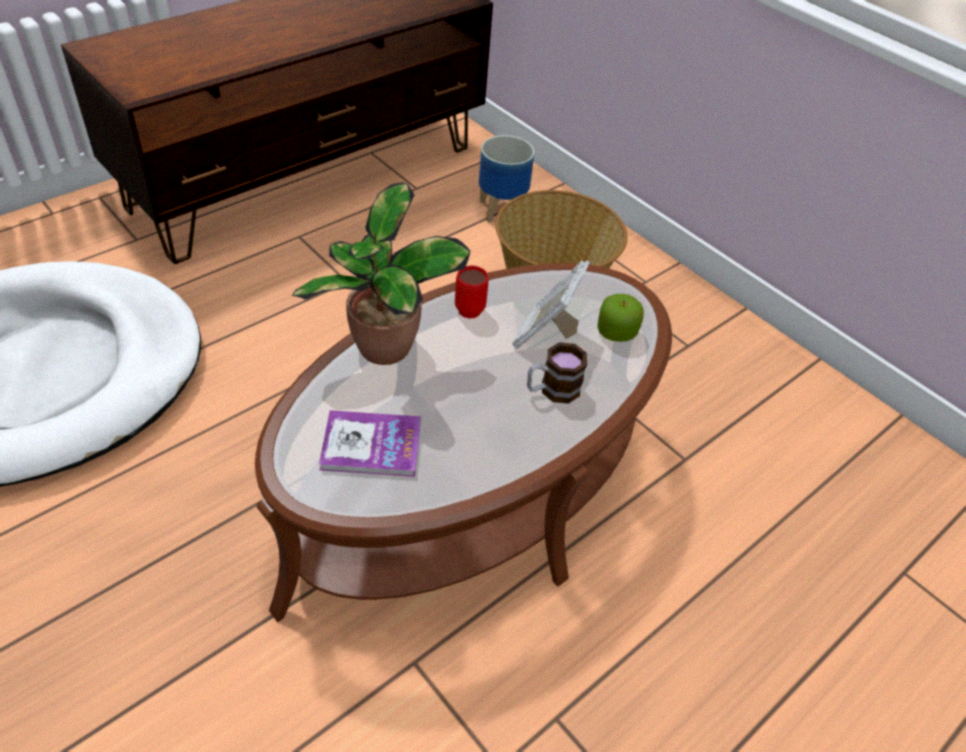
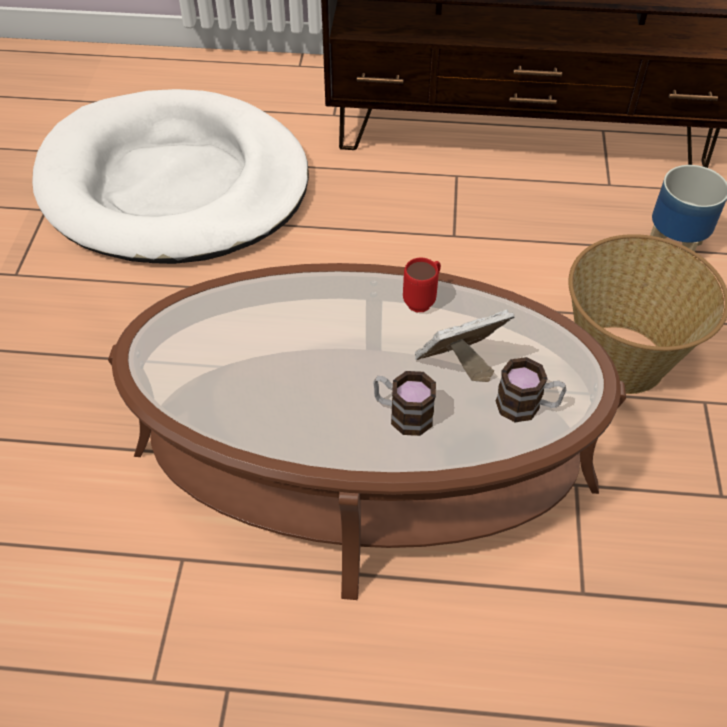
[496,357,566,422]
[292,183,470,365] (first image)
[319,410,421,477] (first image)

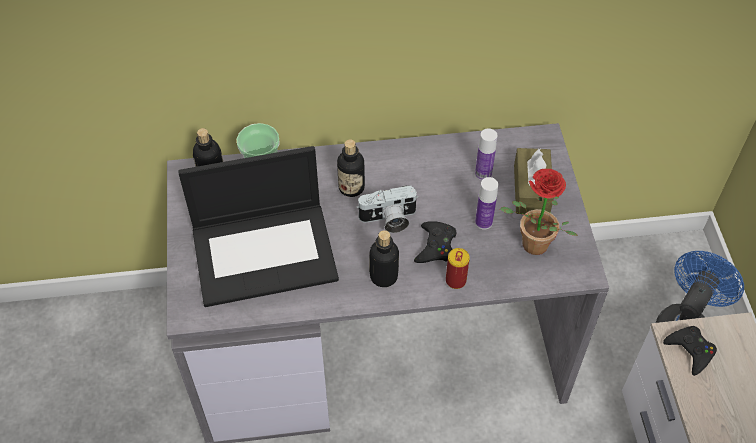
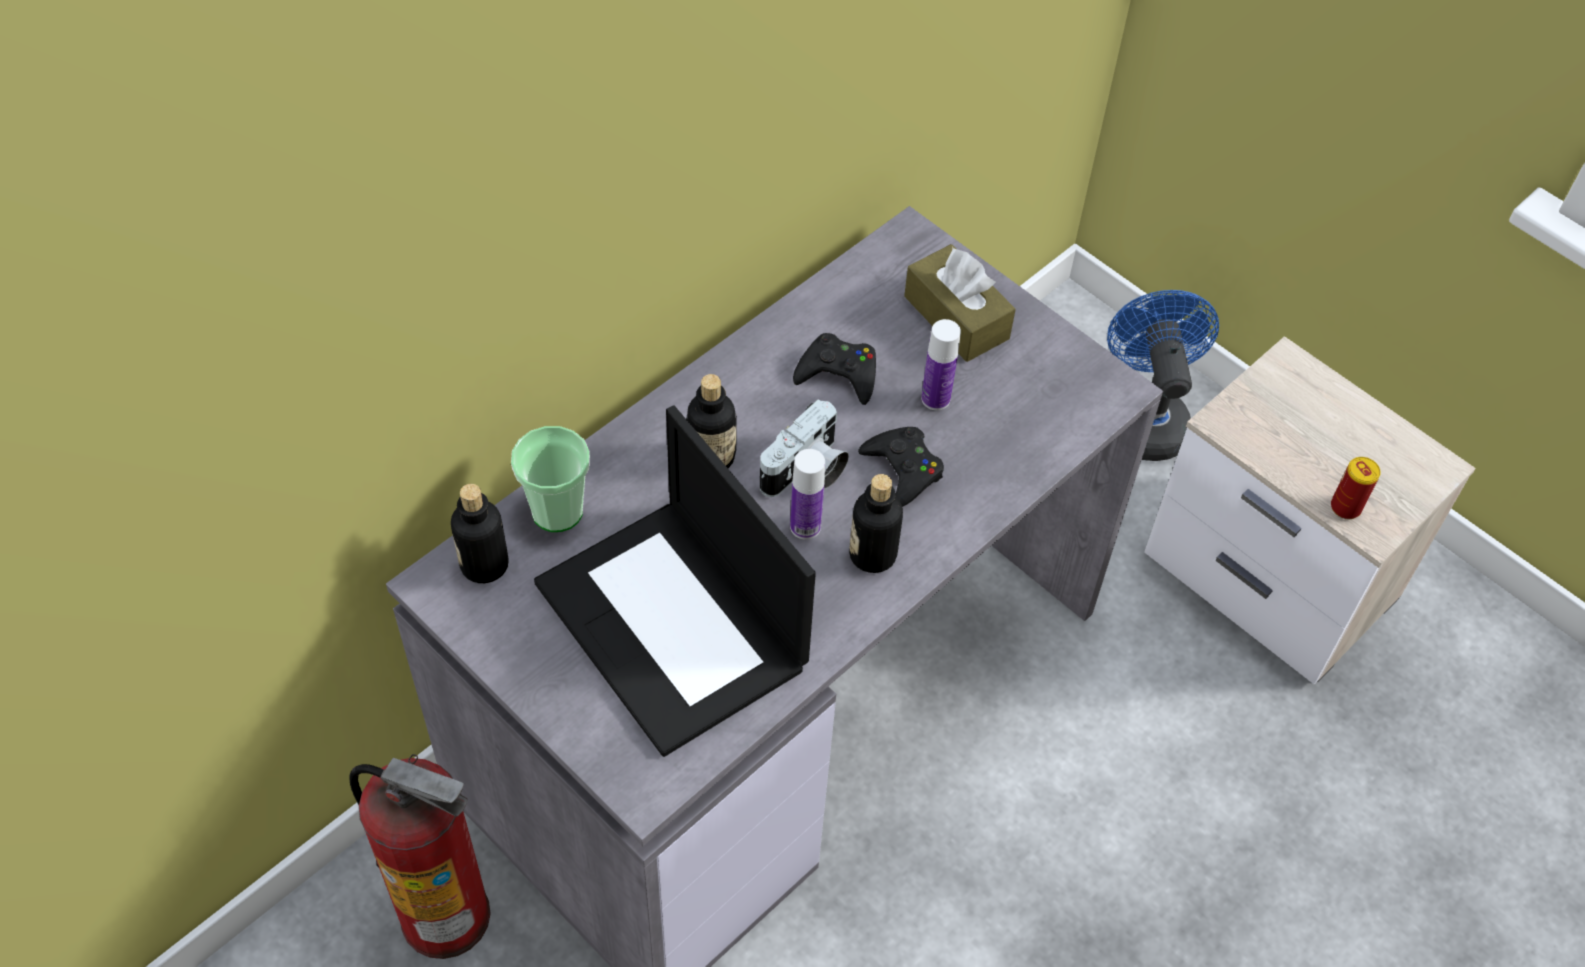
[349,754,491,959]
[534,405,816,757]
[790,449,825,540]
[793,333,876,405]
[1331,457,1381,519]
[500,169,578,255] (first image)

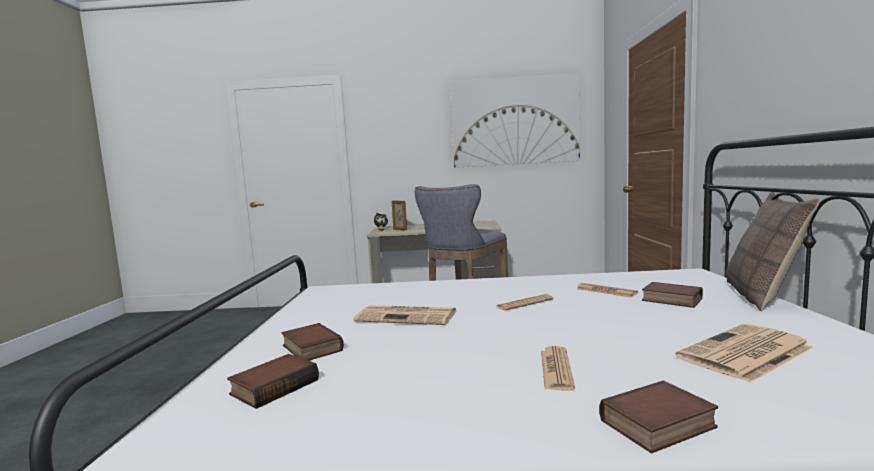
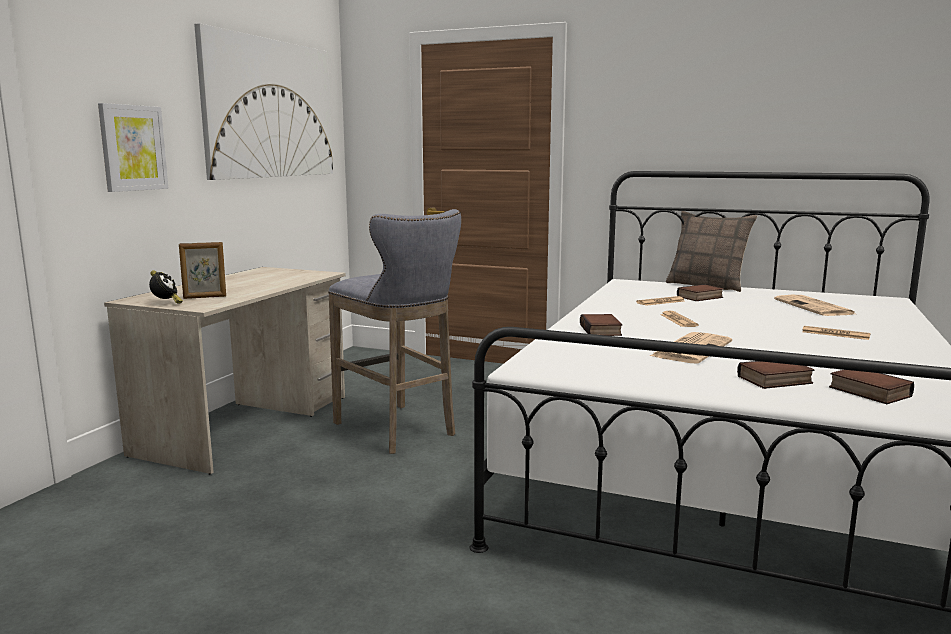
[98,103,168,192]
[580,314,623,336]

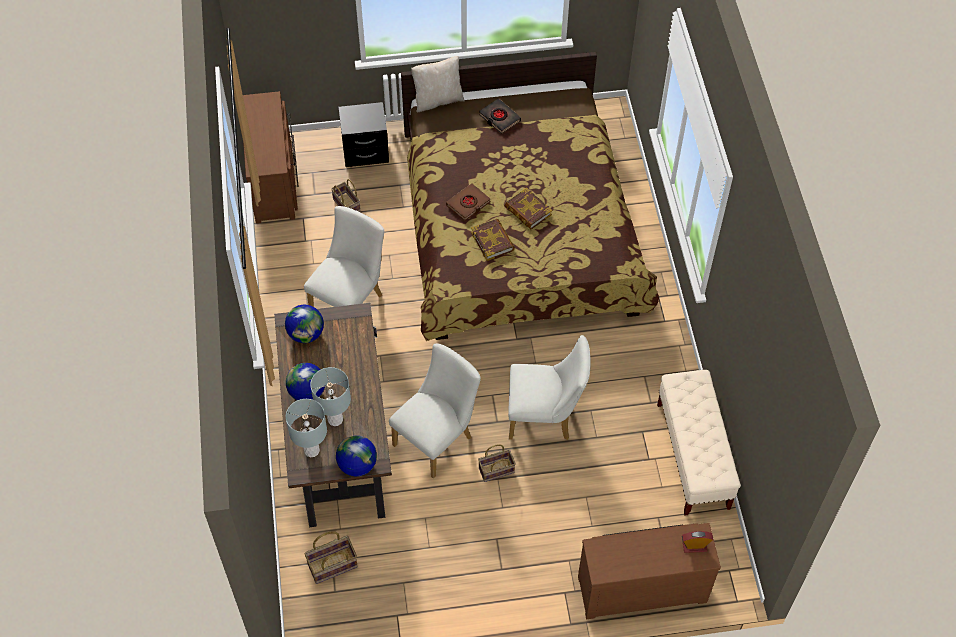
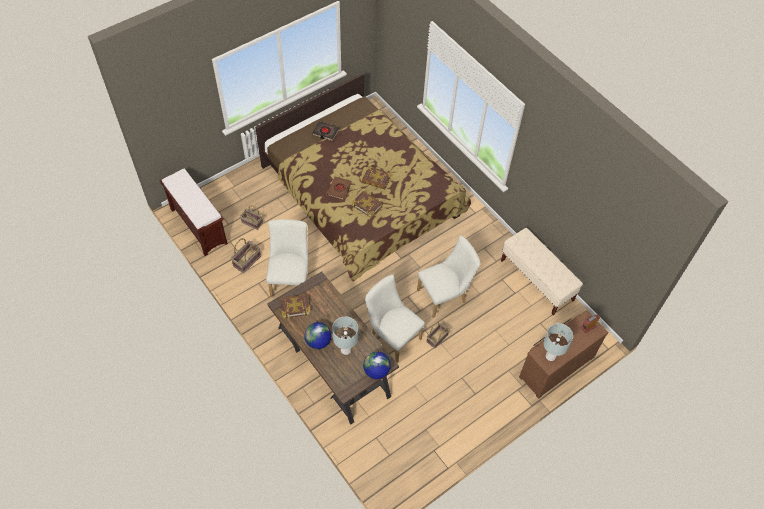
[160,168,228,256]
[231,238,261,274]
[280,294,310,319]
[365,275,425,362]
[544,323,573,361]
[339,102,389,167] (first image)
[411,56,465,112] (first image)

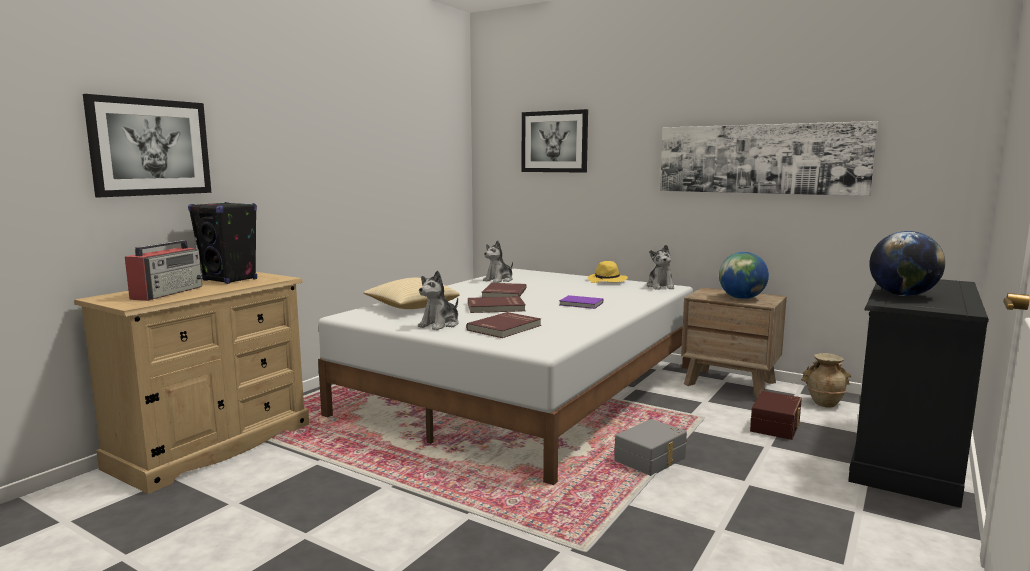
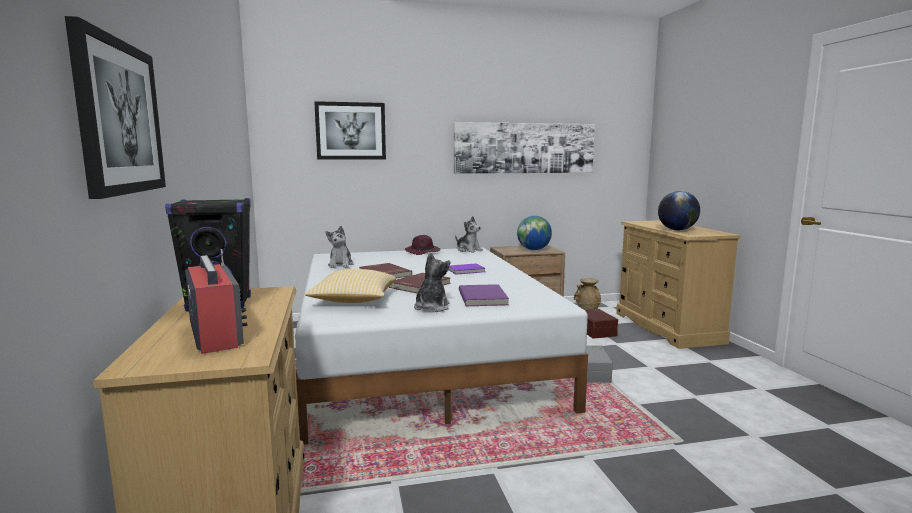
[405,235,441,255]
[414,252,450,312]
[459,284,509,306]
[616,220,741,349]

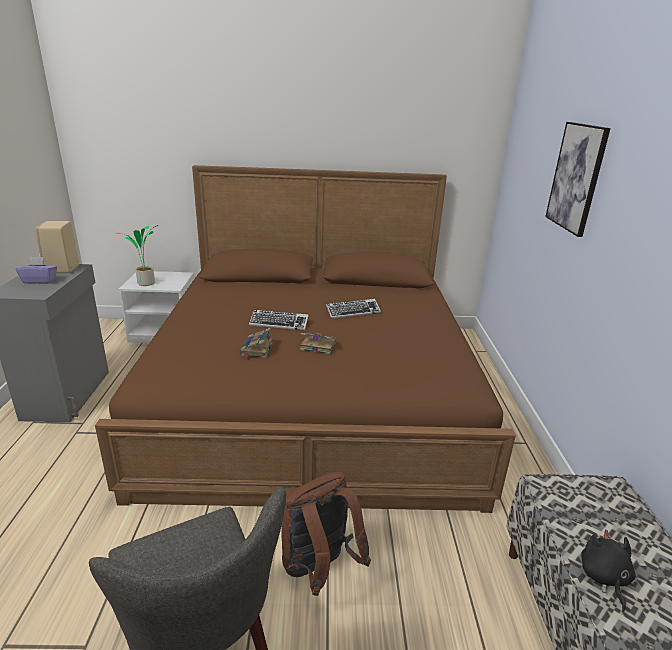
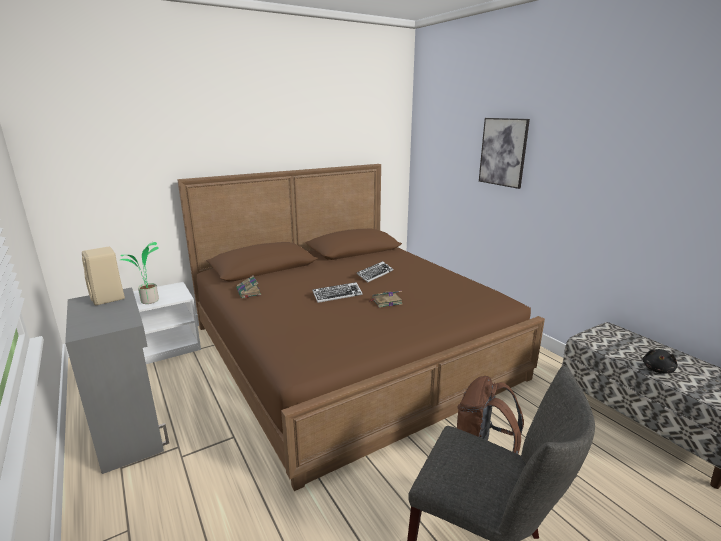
[236,275,261,298]
[642,349,678,373]
[16,257,57,284] (first image)

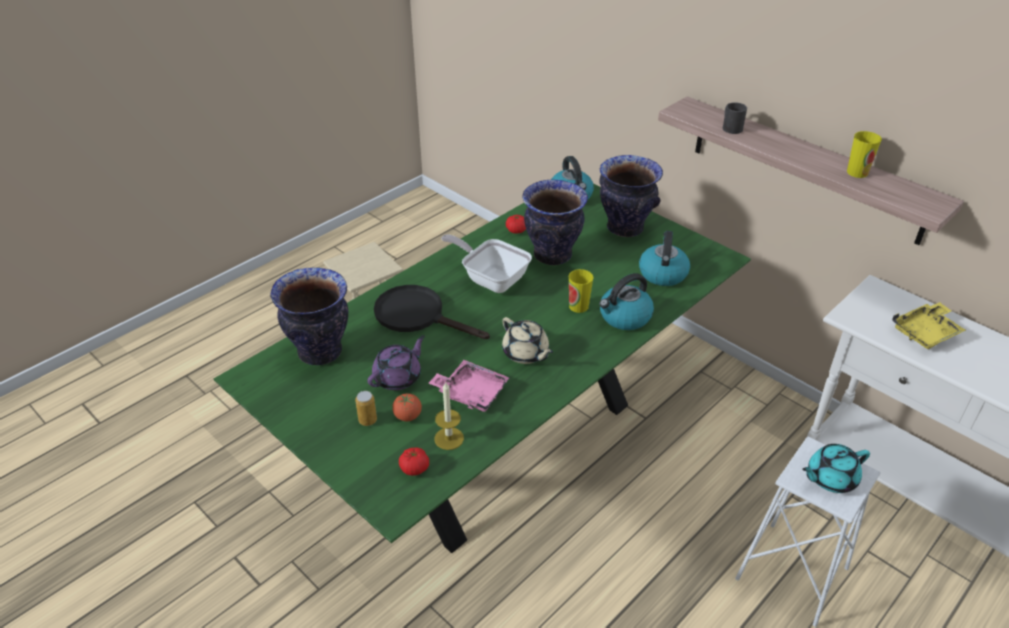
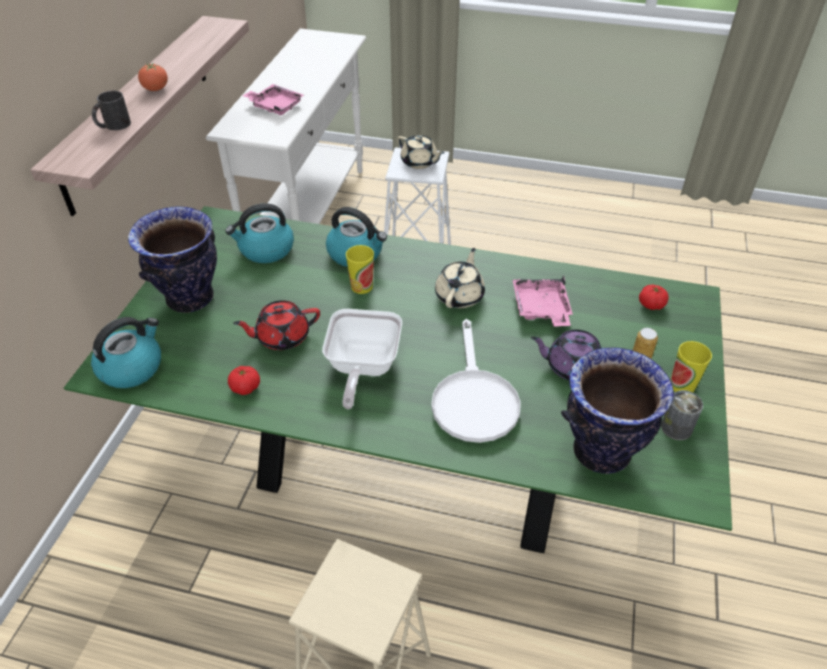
[138,63,168,91]
[233,300,320,350]
[242,84,304,115]
[397,135,445,169]
[431,319,521,443]
[661,390,703,440]
[671,341,712,392]
[434,381,464,450] (first image)

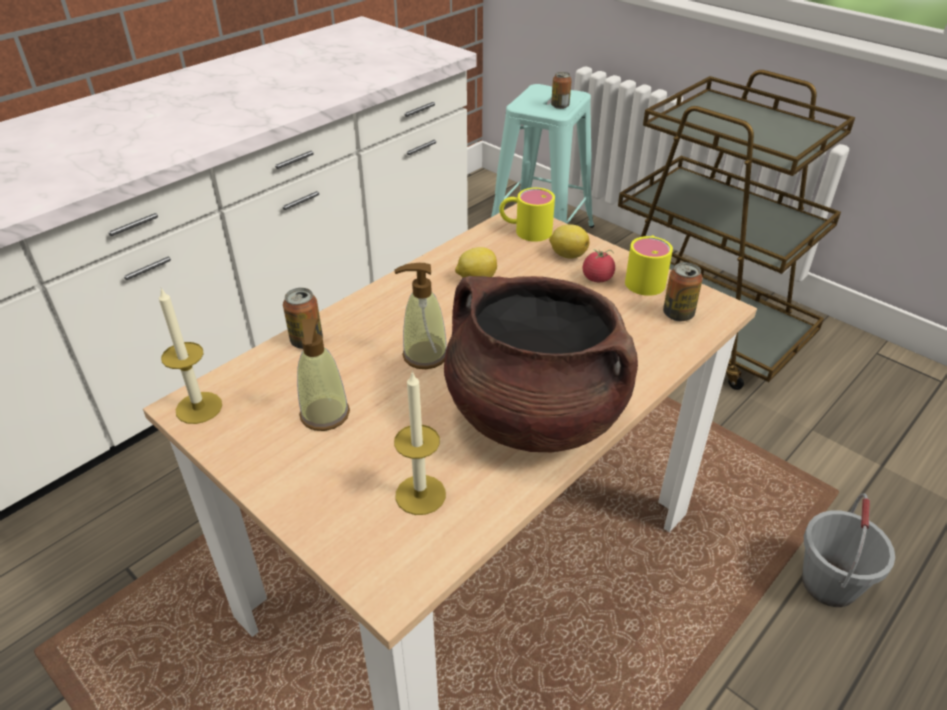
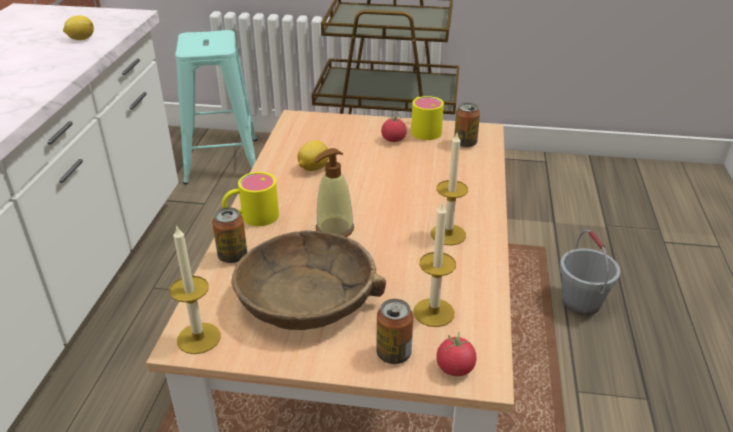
[63,15,94,40]
[222,172,279,226]
[231,231,386,330]
[376,299,413,364]
[431,133,468,245]
[436,331,476,376]

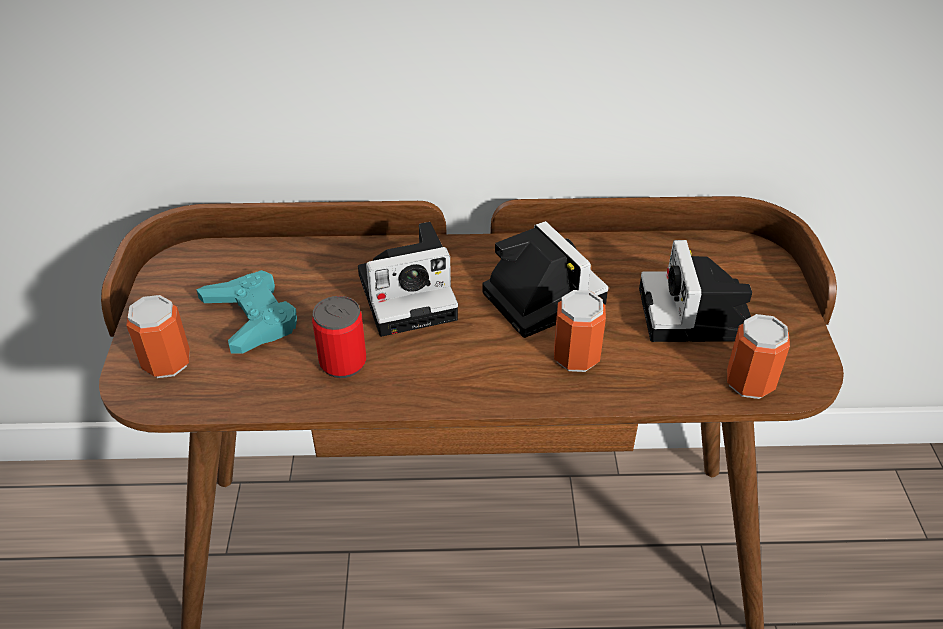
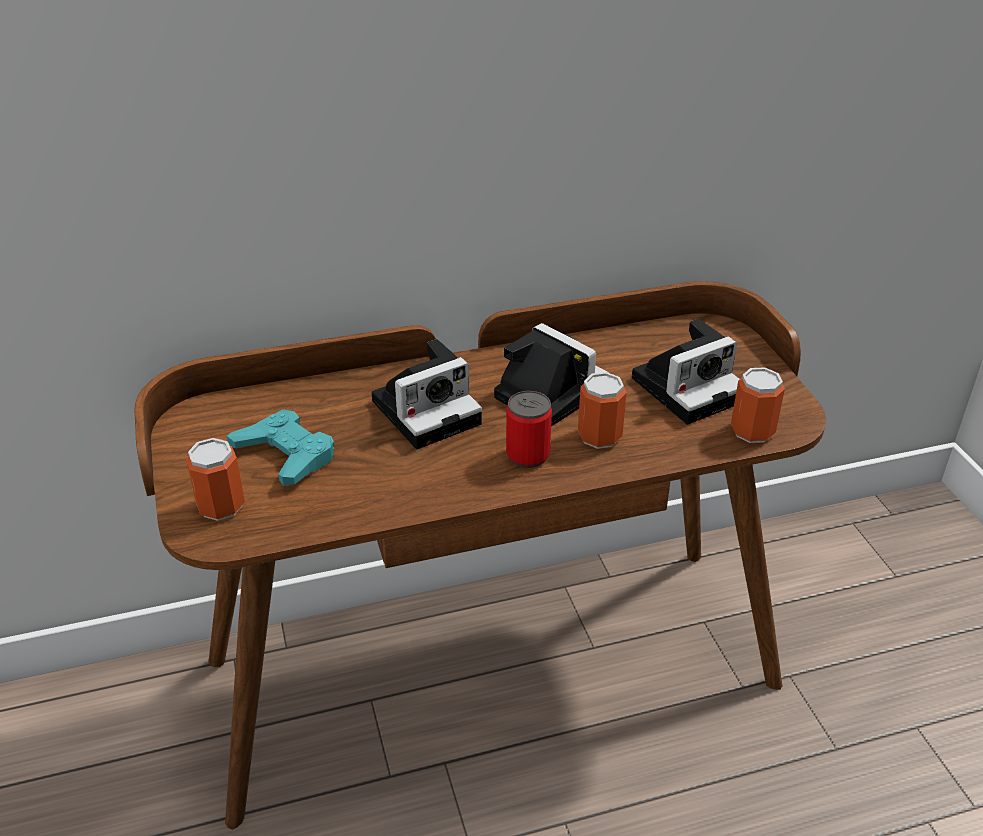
[506,391,552,468]
[632,319,739,425]

